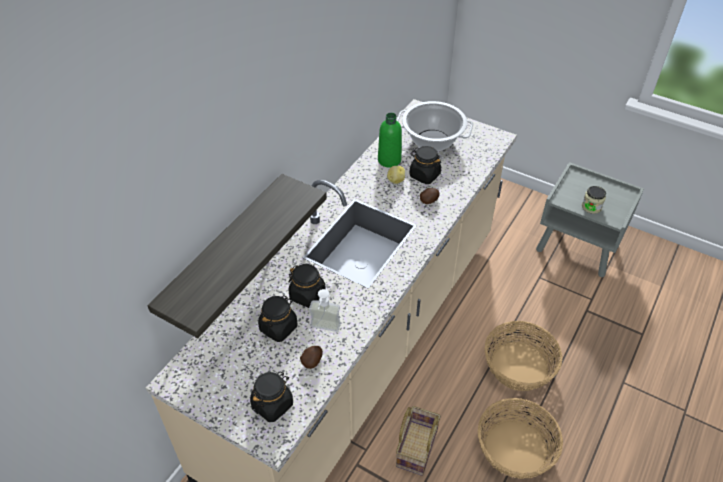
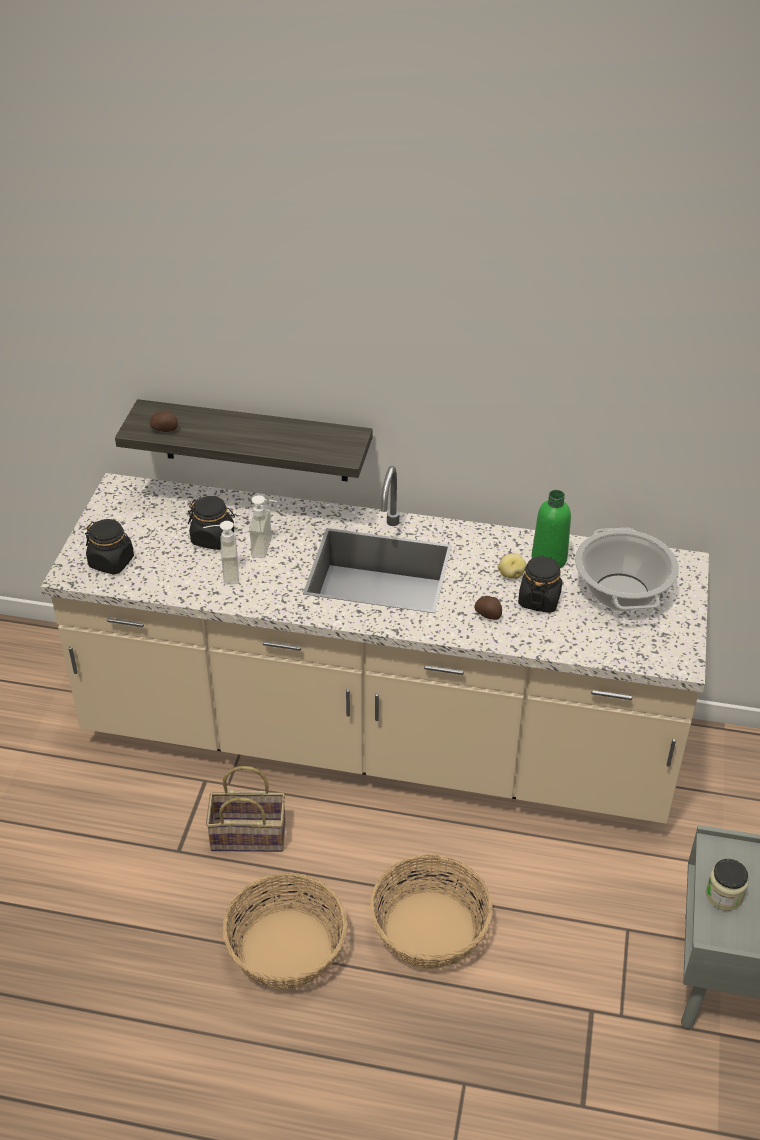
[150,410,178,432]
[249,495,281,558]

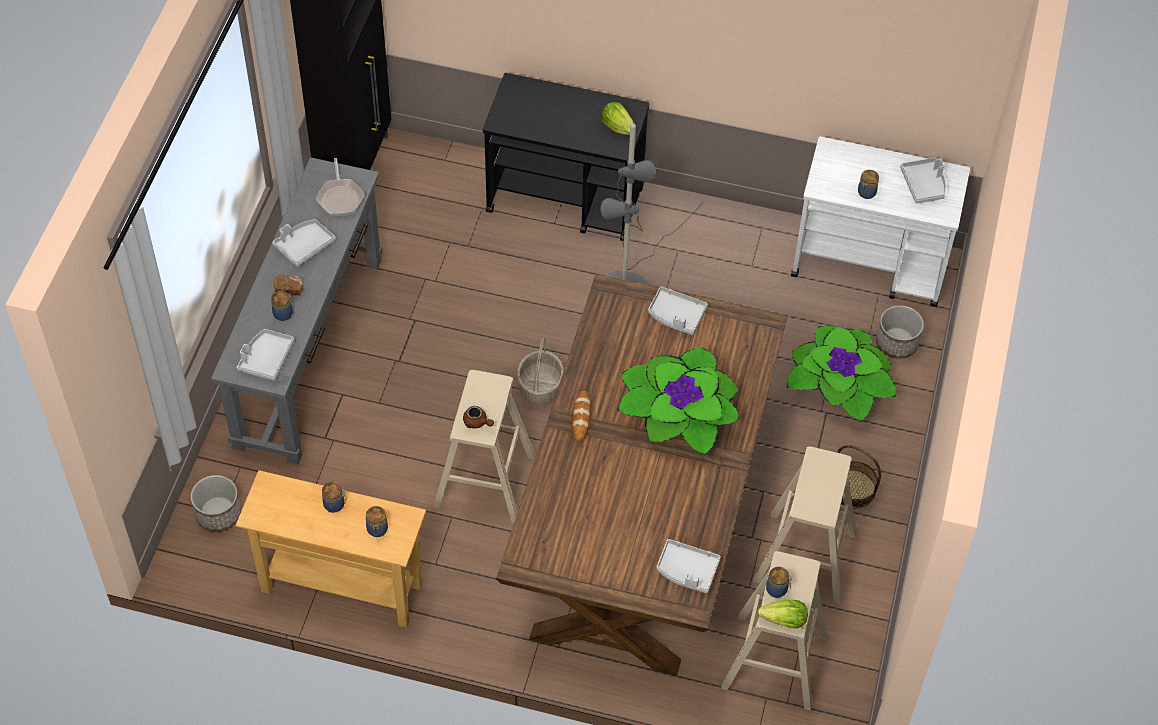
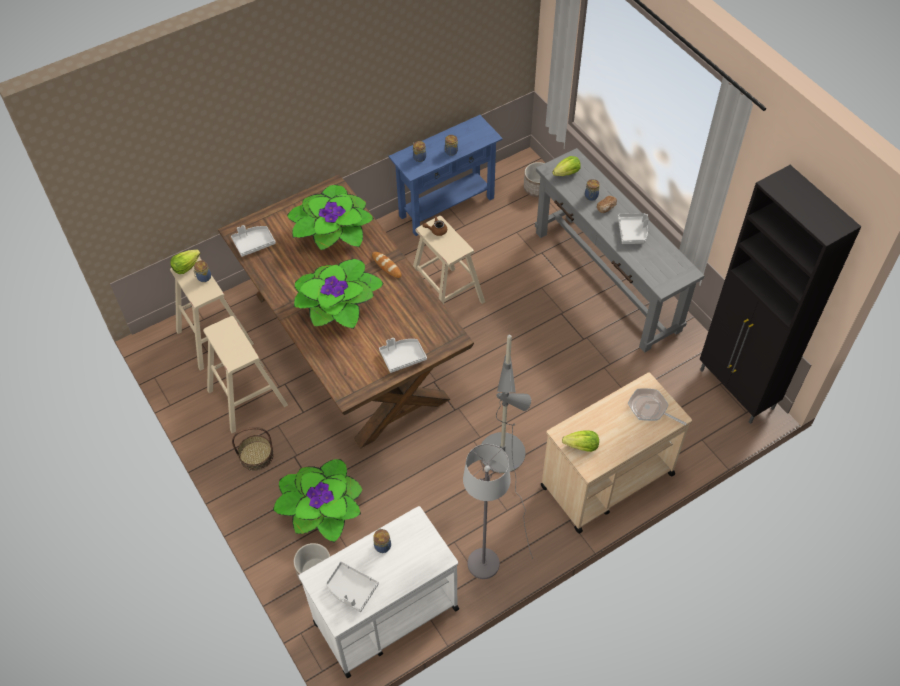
[287,185,374,250]
[388,115,503,236]
[463,444,510,579]
[541,372,692,534]
[552,156,581,176]
[628,388,687,426]
[517,337,564,404] (first image)

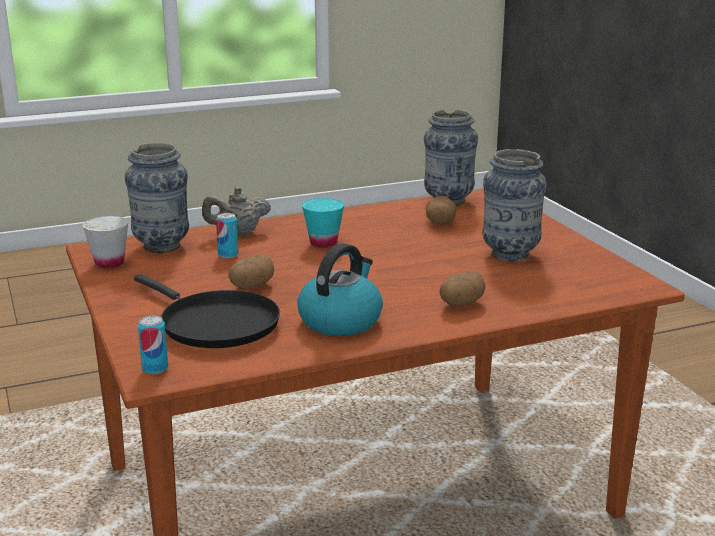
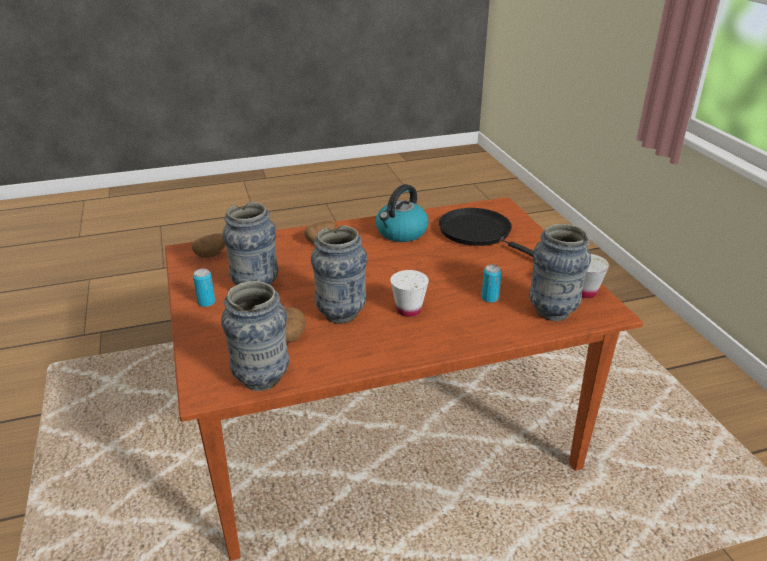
[192,233,226,258]
[193,269,215,307]
[311,225,367,324]
[390,270,429,317]
[202,187,271,235] (first image)

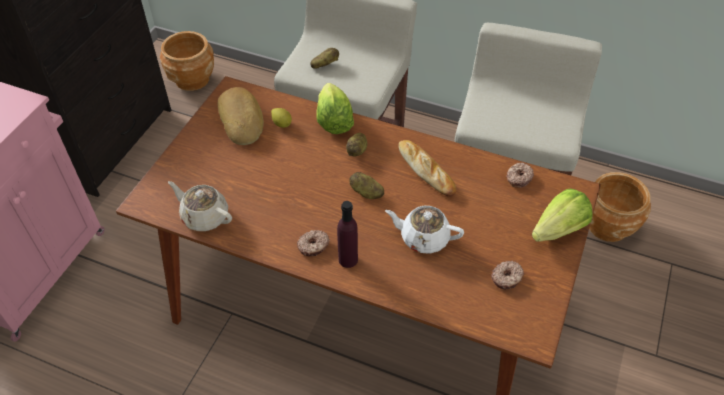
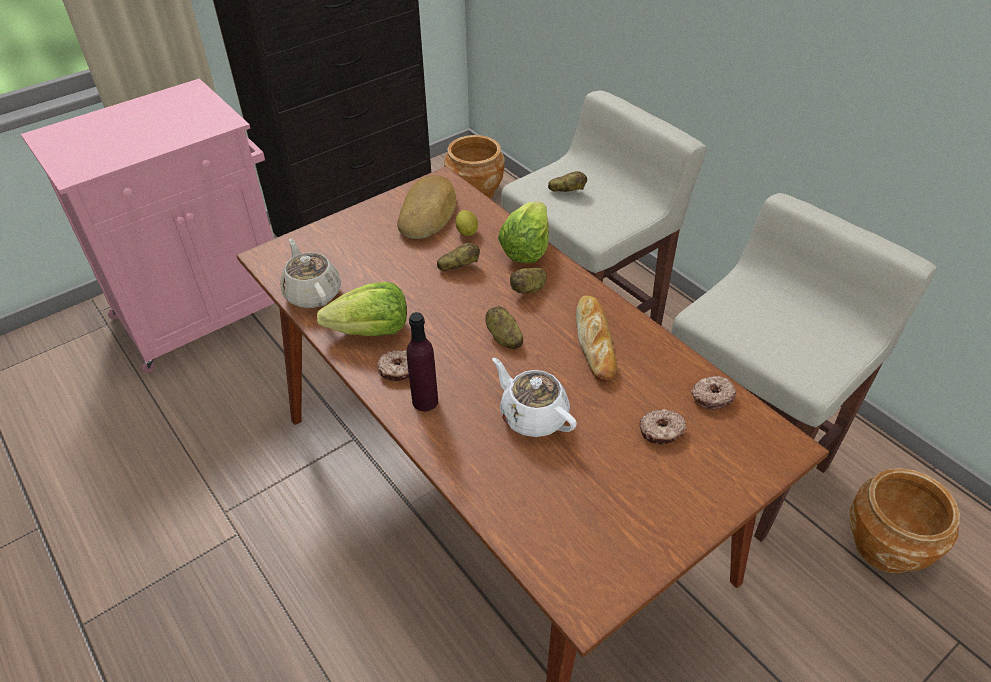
[317,282,407,336]
[437,243,480,271]
[639,409,687,445]

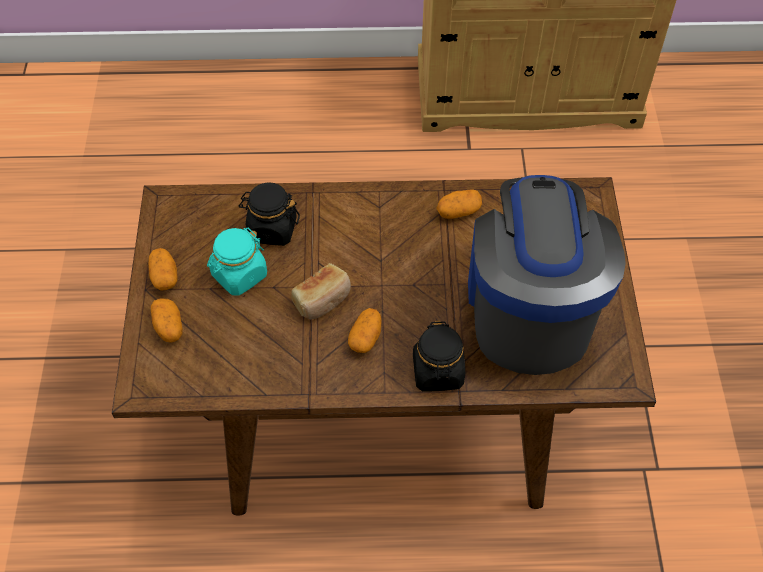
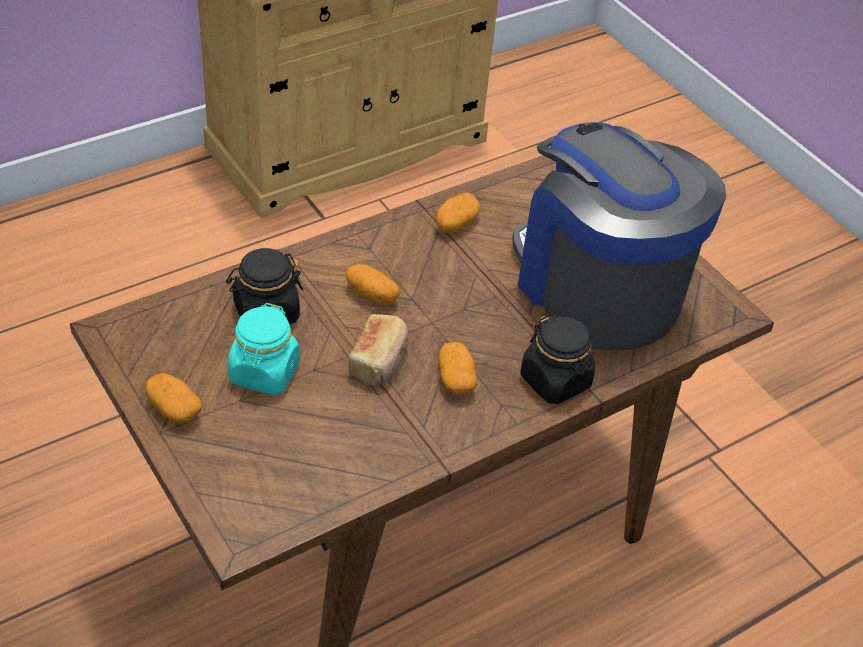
[346,264,400,305]

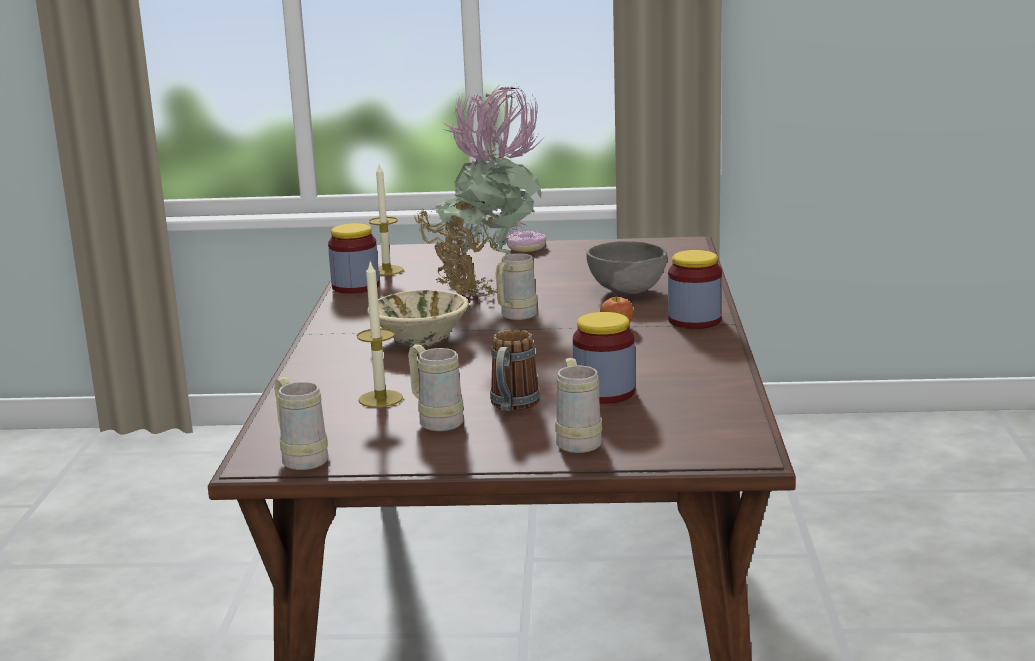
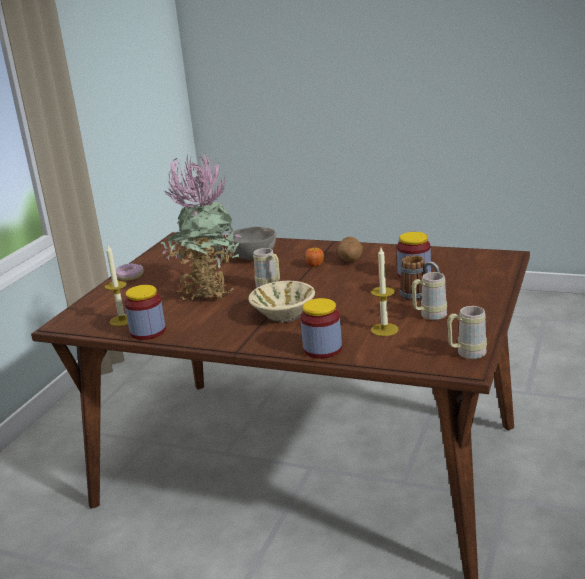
[300,298,342,358]
[337,237,363,262]
[555,358,602,453] (first image)

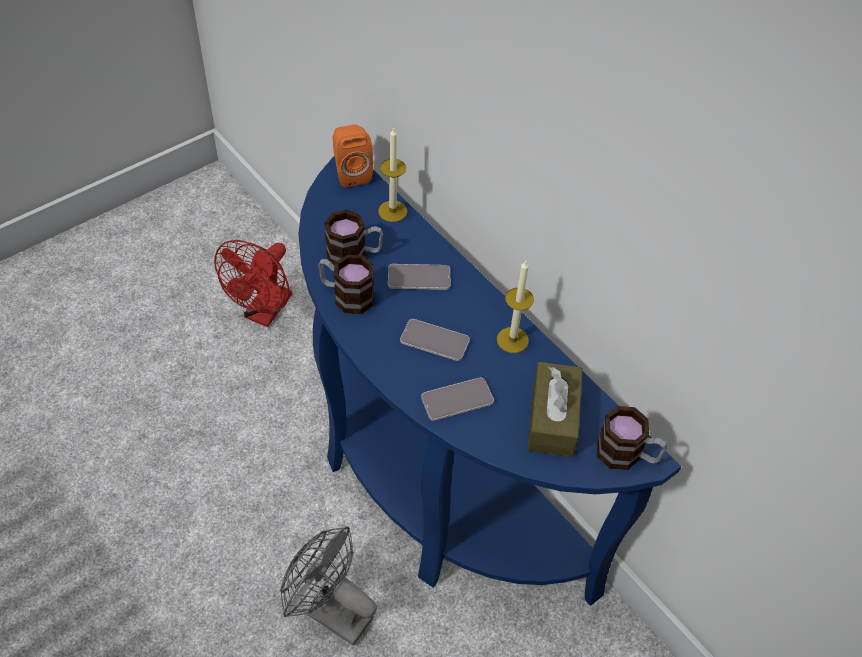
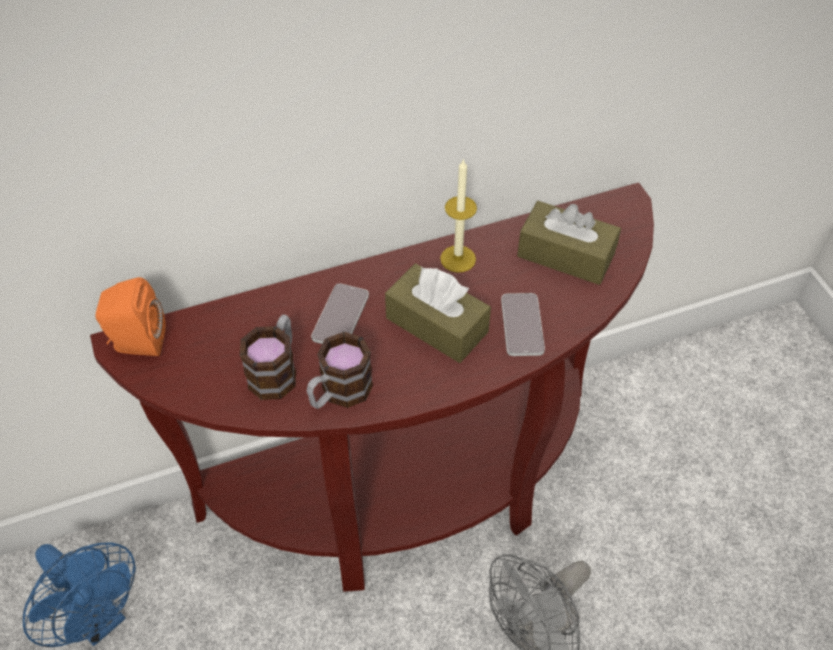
[23,542,136,647]
[90,182,654,592]
[385,263,491,363]
[378,127,408,222] (first image)
[597,406,667,470] (first image)

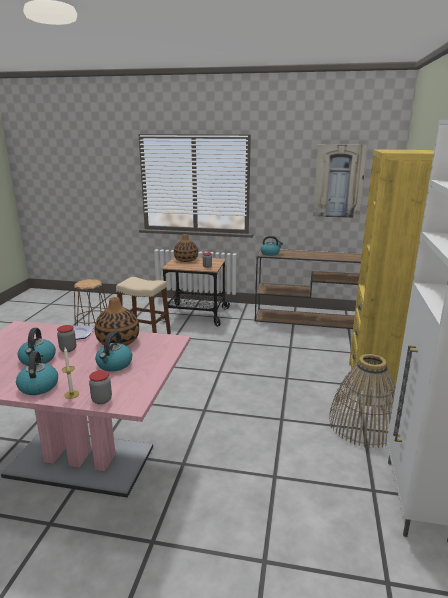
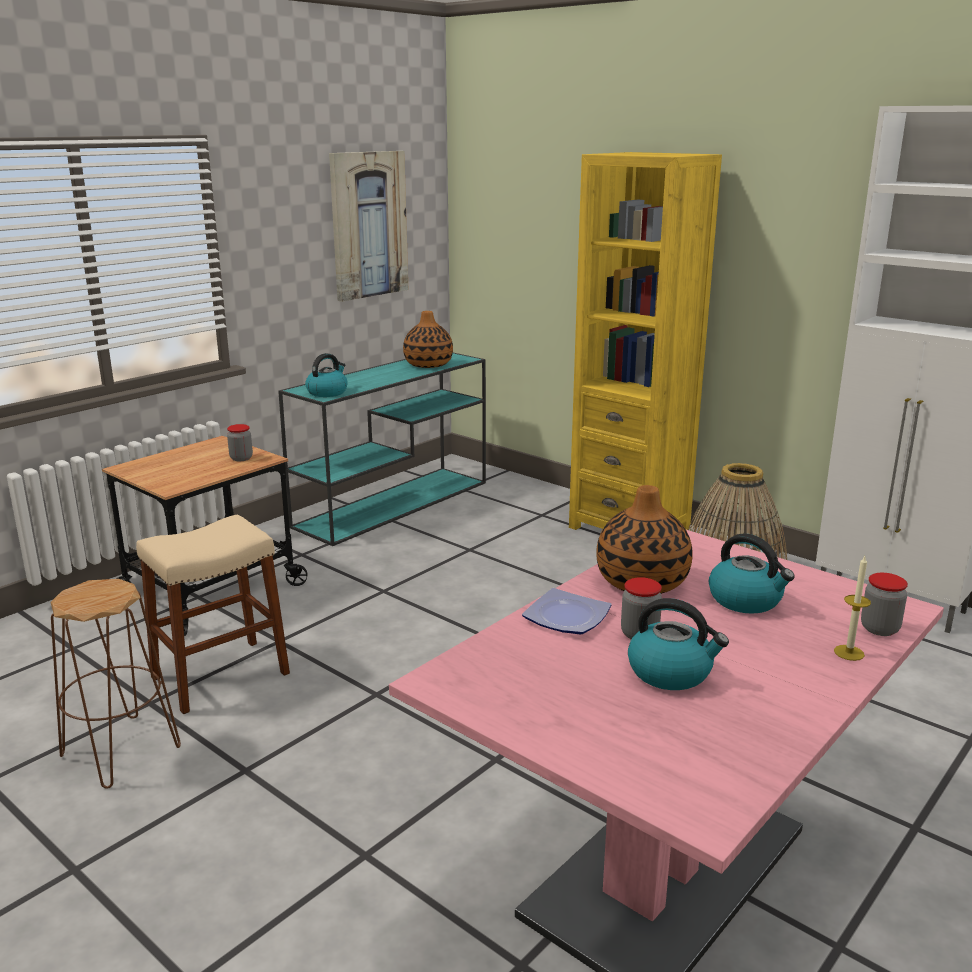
[278,353,486,546]
[403,311,453,368]
[16,351,58,395] (first image)

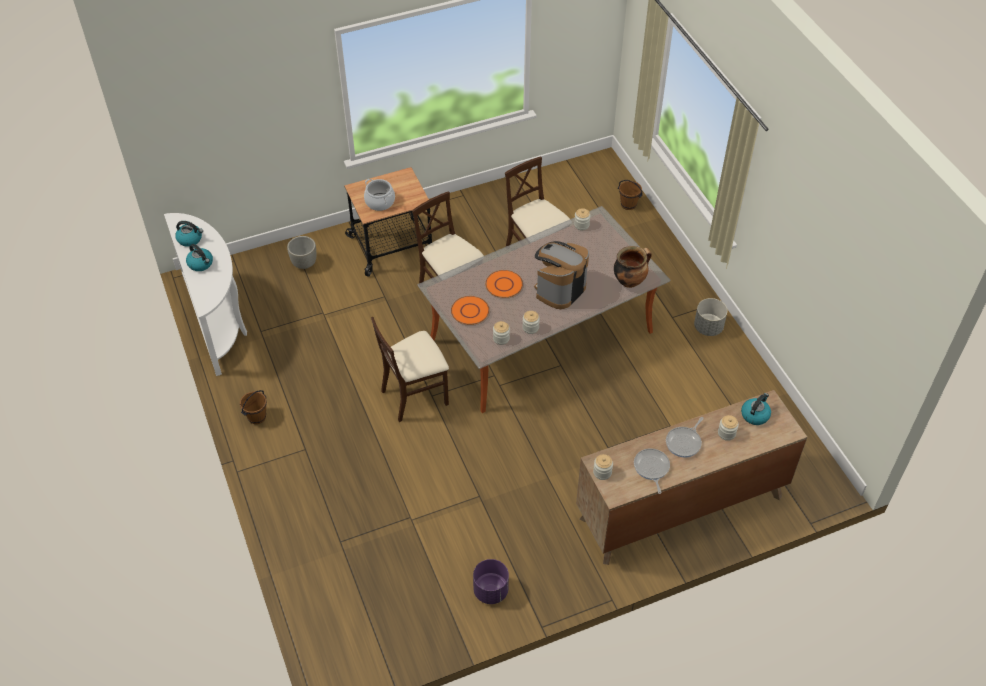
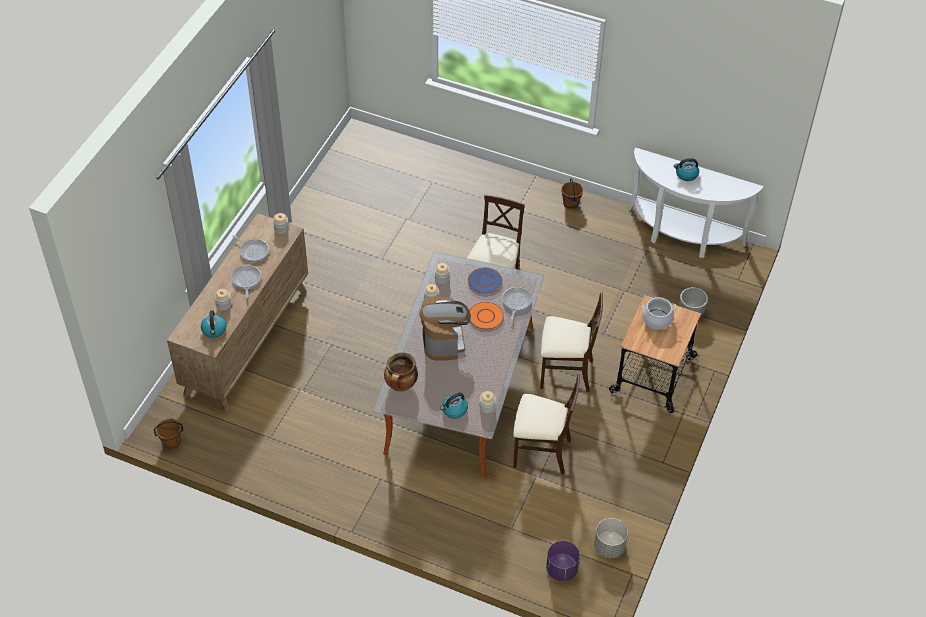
[154,418,183,450]
[440,393,468,419]
[468,267,503,294]
[502,287,532,321]
[546,541,580,581]
[594,518,628,558]

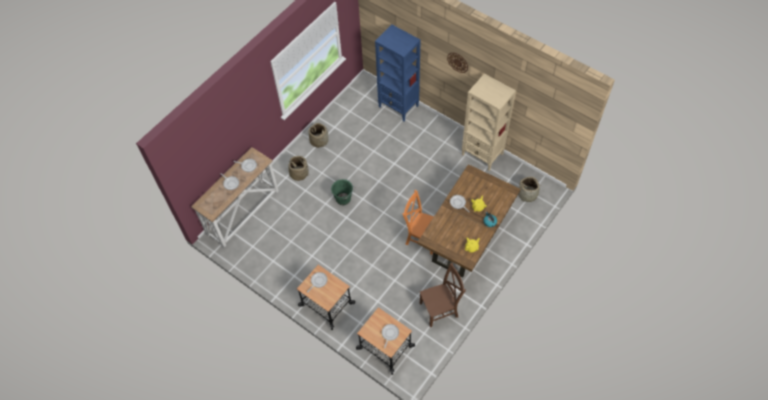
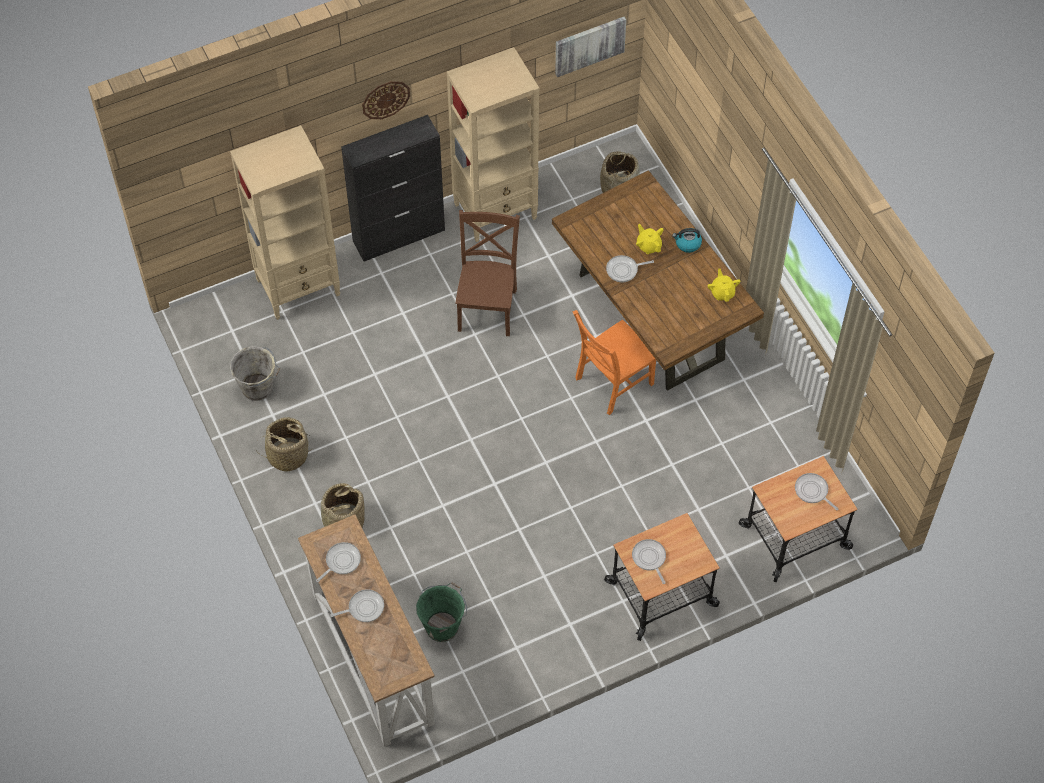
[230,125,340,320]
[230,346,280,401]
[341,115,445,261]
[416,583,467,642]
[456,210,520,336]
[555,17,626,77]

